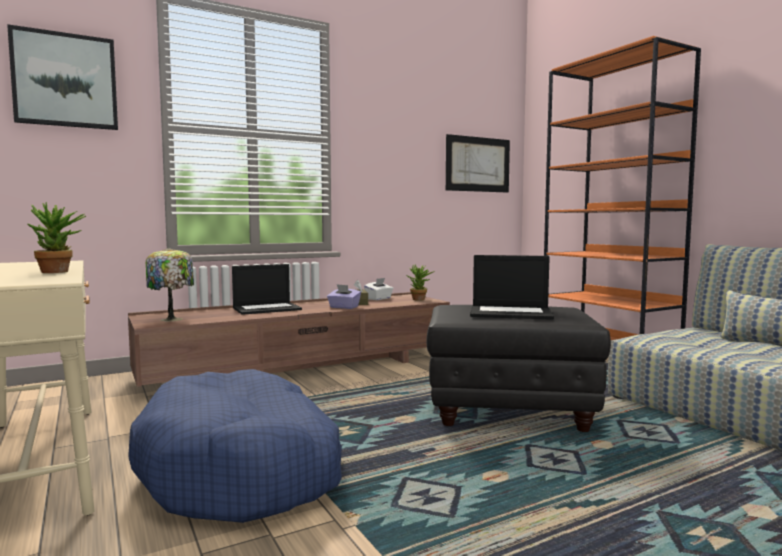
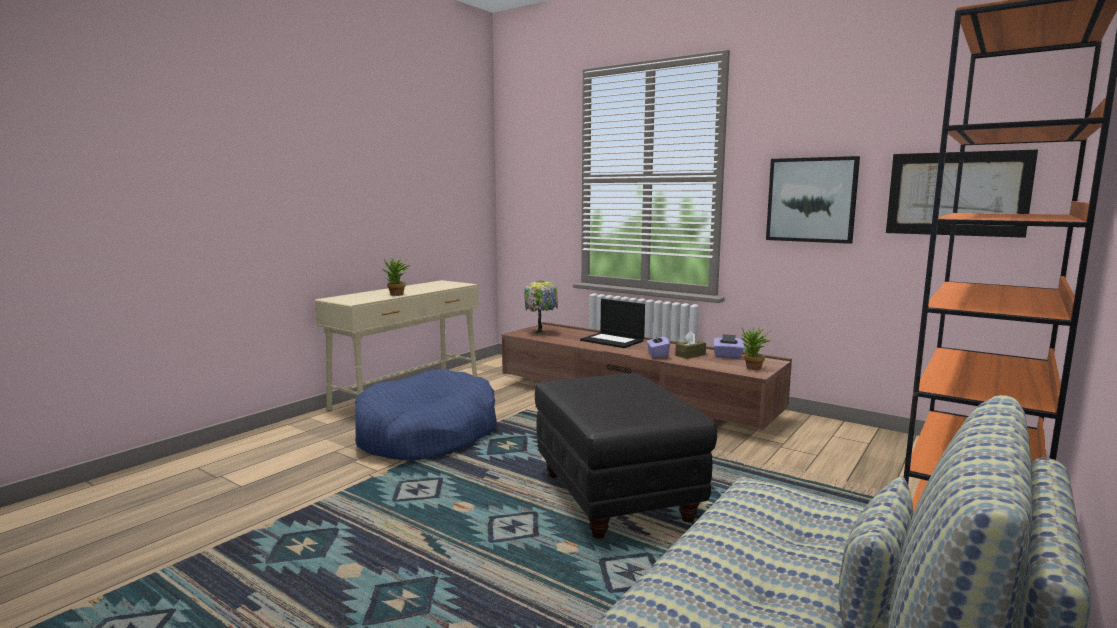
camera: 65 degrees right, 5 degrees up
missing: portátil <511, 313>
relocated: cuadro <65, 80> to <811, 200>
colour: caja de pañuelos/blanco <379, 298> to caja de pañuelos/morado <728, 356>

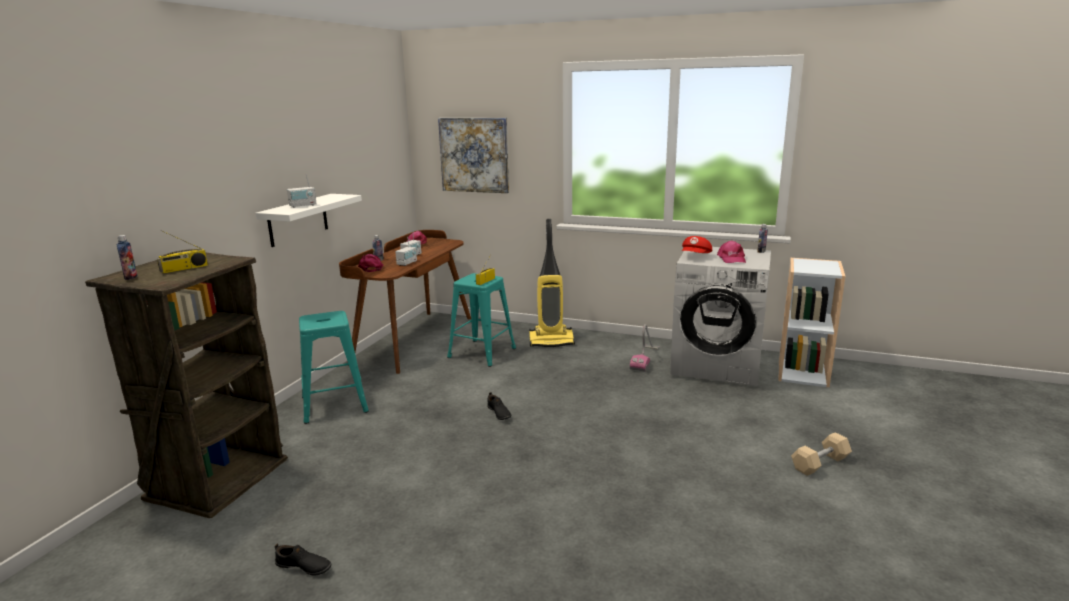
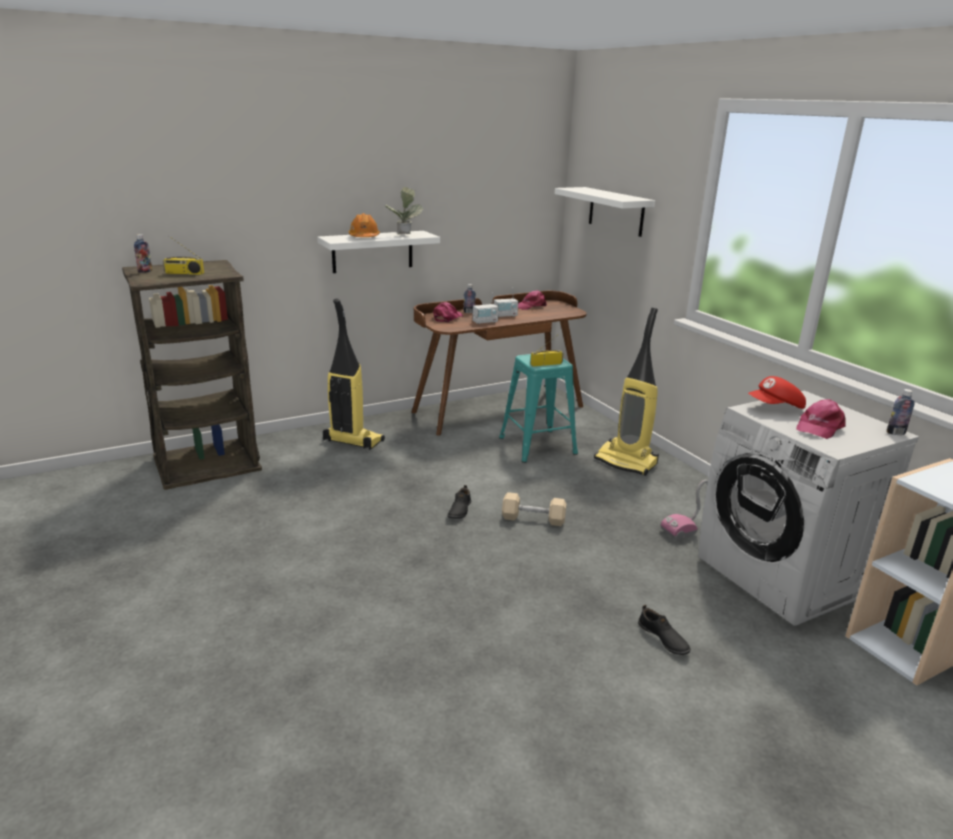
camera: 40 degrees right, 5 degrees up
appeared: planta en maceta <404, 236>
relocated: mancuerna/beis <820, 463> to <533, 519>; zapato/negro <303, 567> to <663, 639>
exchanged: cuadro <474, 155> to estante/blanco <616, 211>; radio <303, 206> to casco/naranja <364, 237>; taburete/turquesa <334, 404> to aspiradora <352, 441>

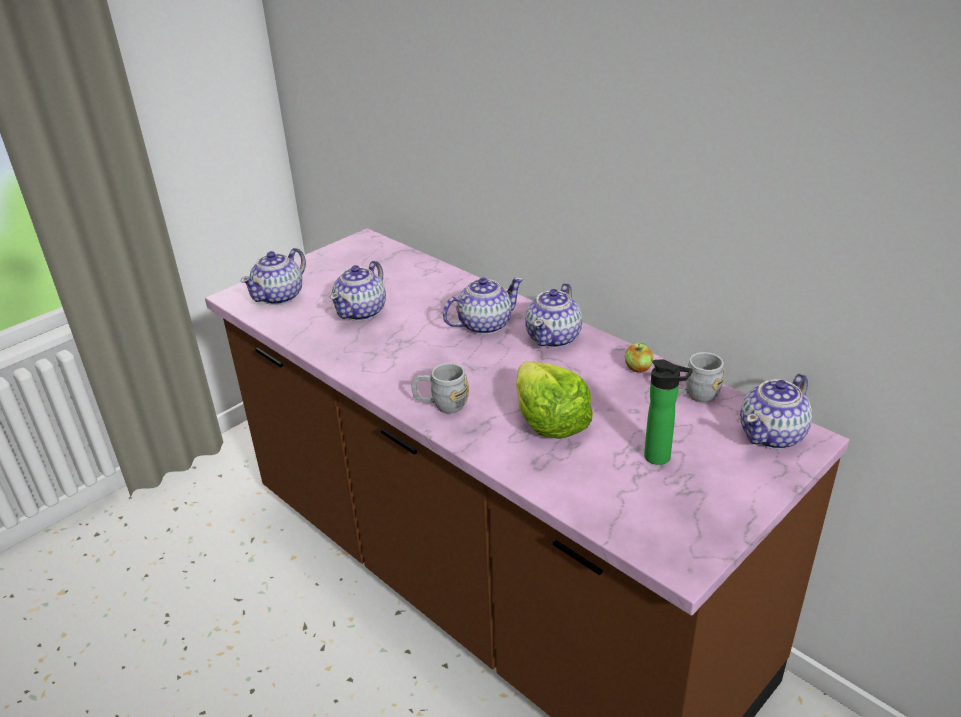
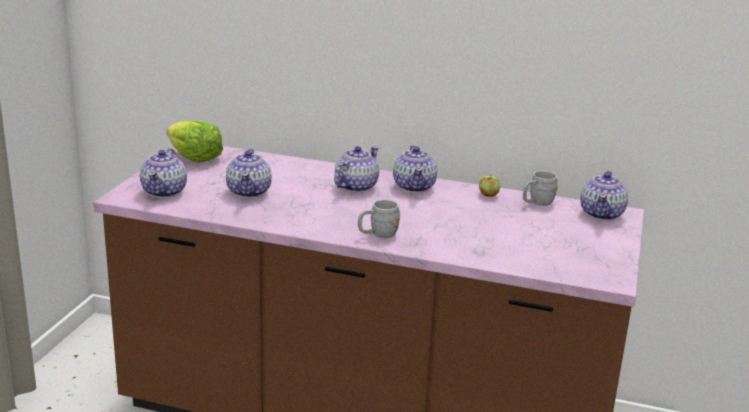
camera: 30 degrees left, 10 degrees down
missing: botella <661, 458>
relocated: lechuga <549, 421> to <194, 158>

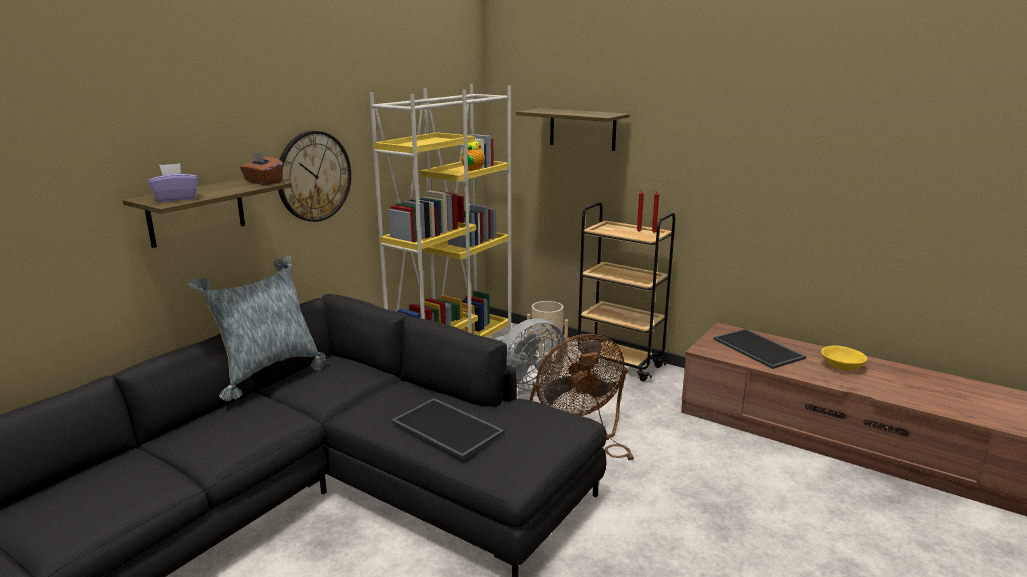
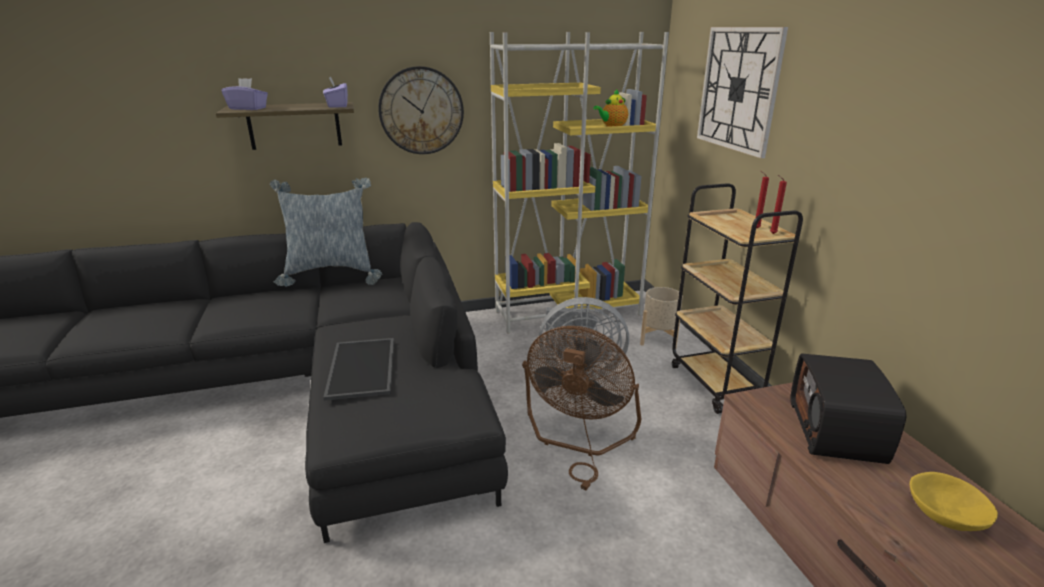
camera: 40 degrees right, 5 degrees up
exchanged: estante <582, 129> to reloj de pared <738, 89>; bandeja <759, 348> to radio <837, 431>
colour: caja de pañuelos/marrón <263, 182> to caja de pañuelos/morado <337, 106>

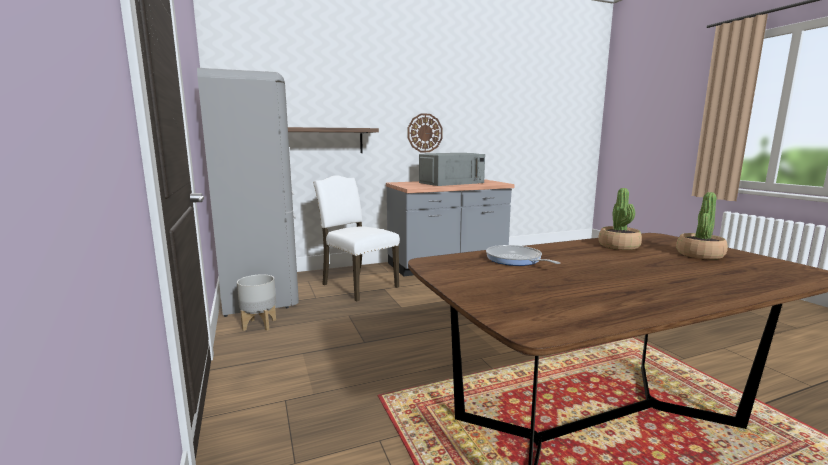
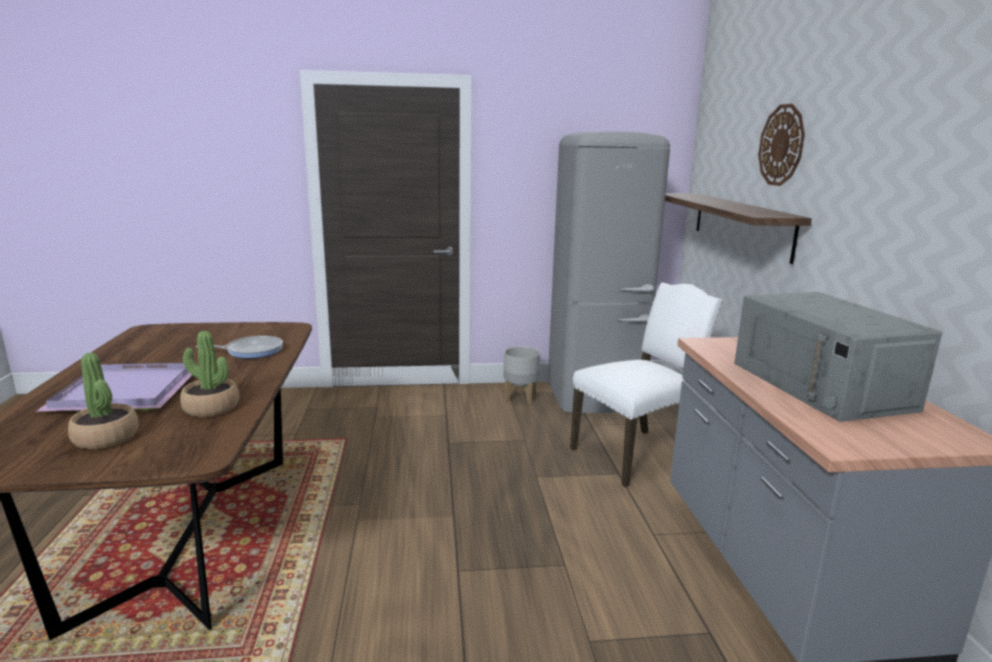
camera: 105 degrees right, 5 degrees up
appeared: bandeja/morado <127, 392>
relocated: reloj de pared <424, 133> to <781, 145>

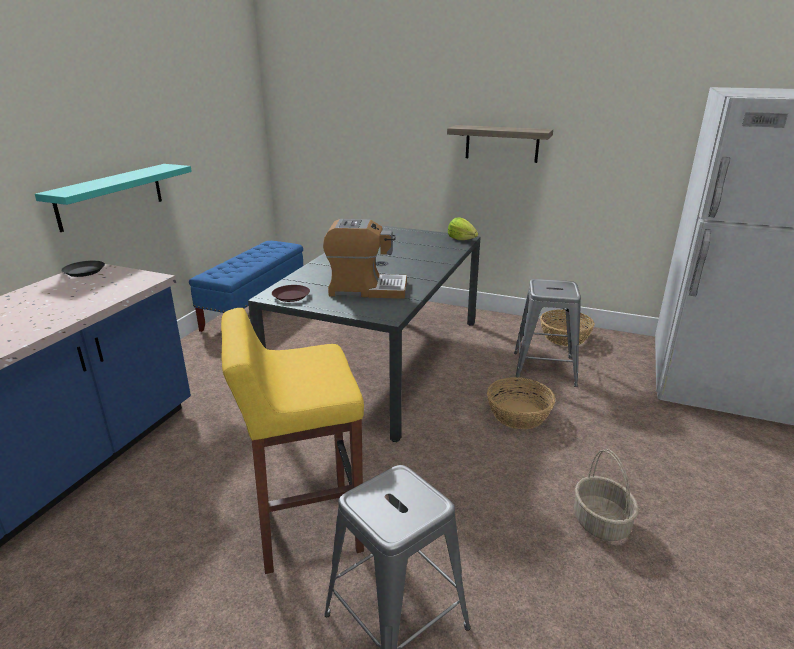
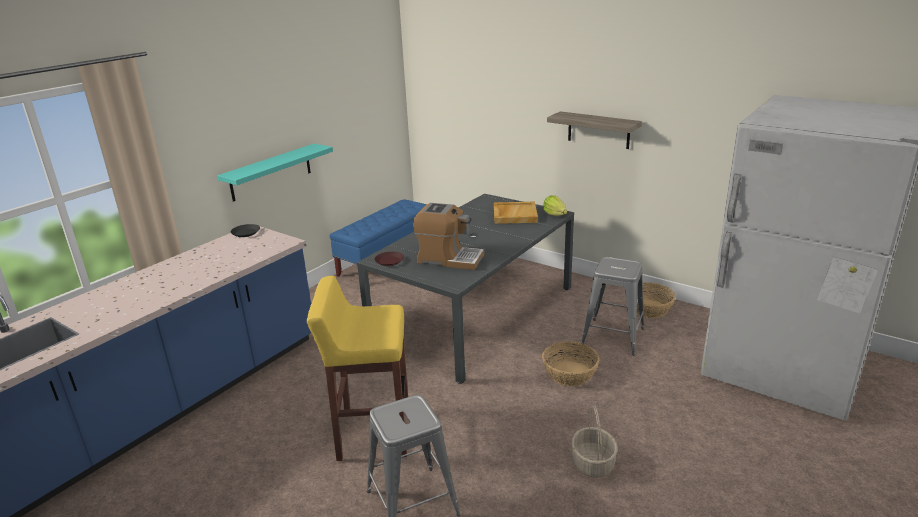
camera: 15 degrees right, 0 degrees up
appeared: bandeja/beis <514, 214>

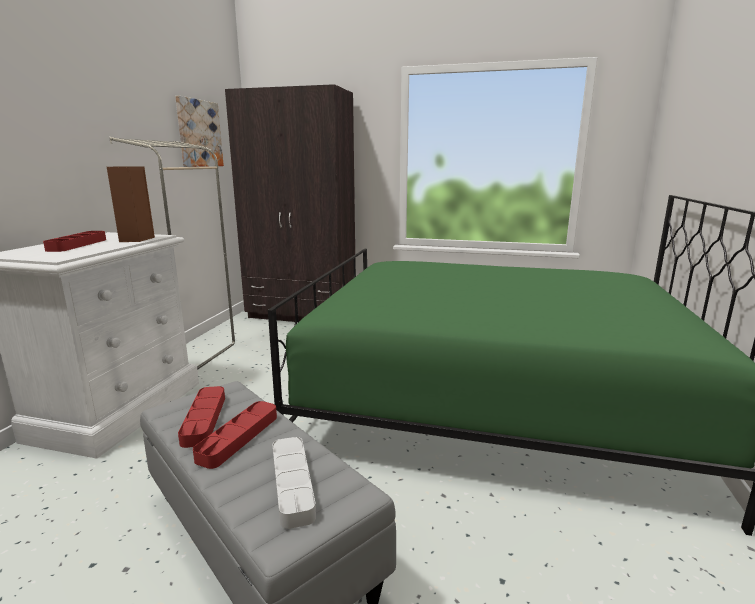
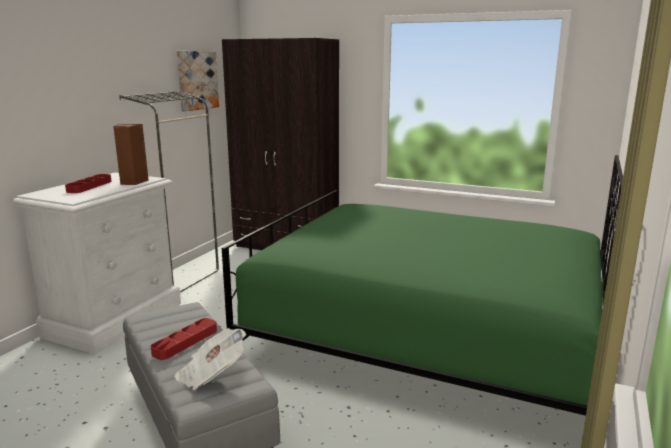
camera: 10 degrees right, 0 degrees up
missing: bandeja/rojo <204, 419>
exchanged: bandeja/gris <292, 484> to periódico <211, 374>

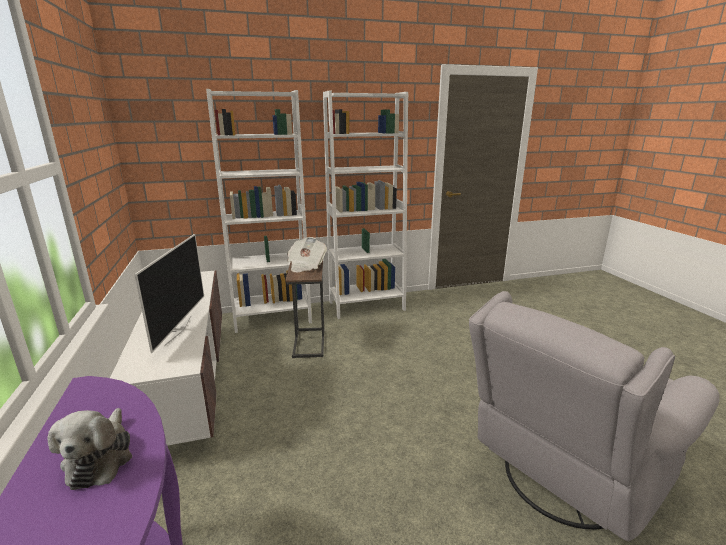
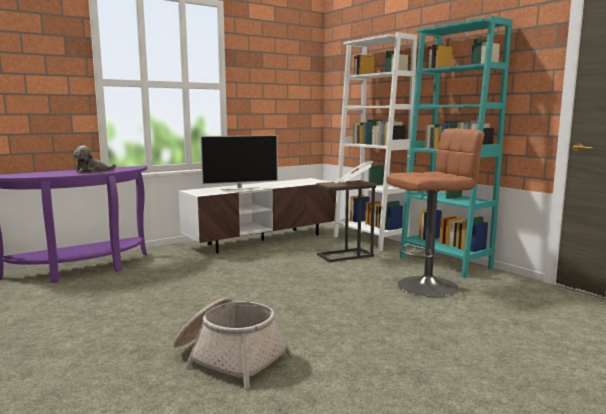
camera: 70 degrees right, 10 degrees down
appeared: taburete/marrón <428, 286>
exchanged: sillón/gris <565, 476> to cesta <229, 358>
colour: estantería/blanco <366, 306> to estantería/turquesa <444, 262>

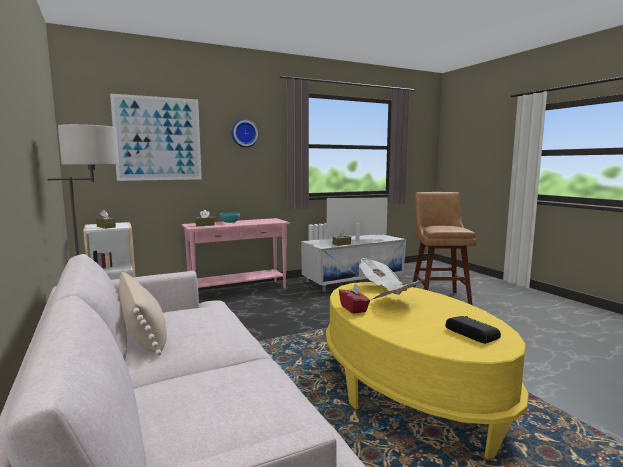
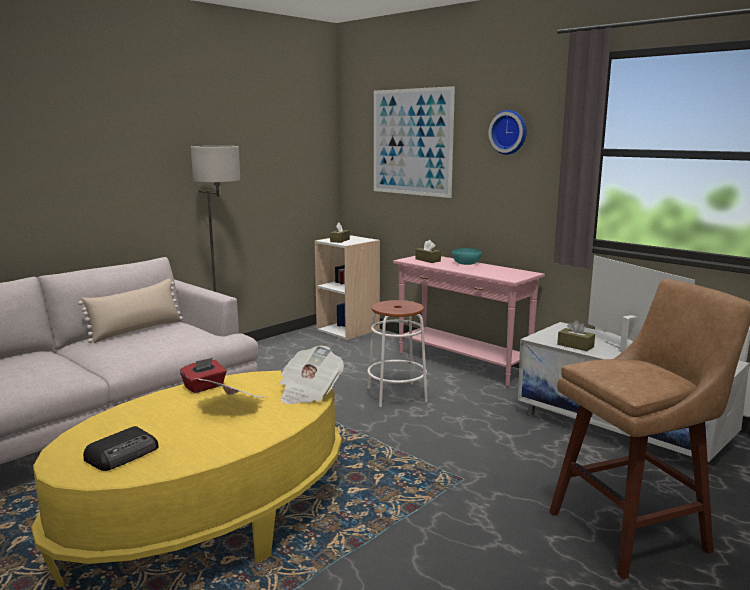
camera: 70 degrees right, 5 degrees up
appeared: taburete/blanco <396, 394>

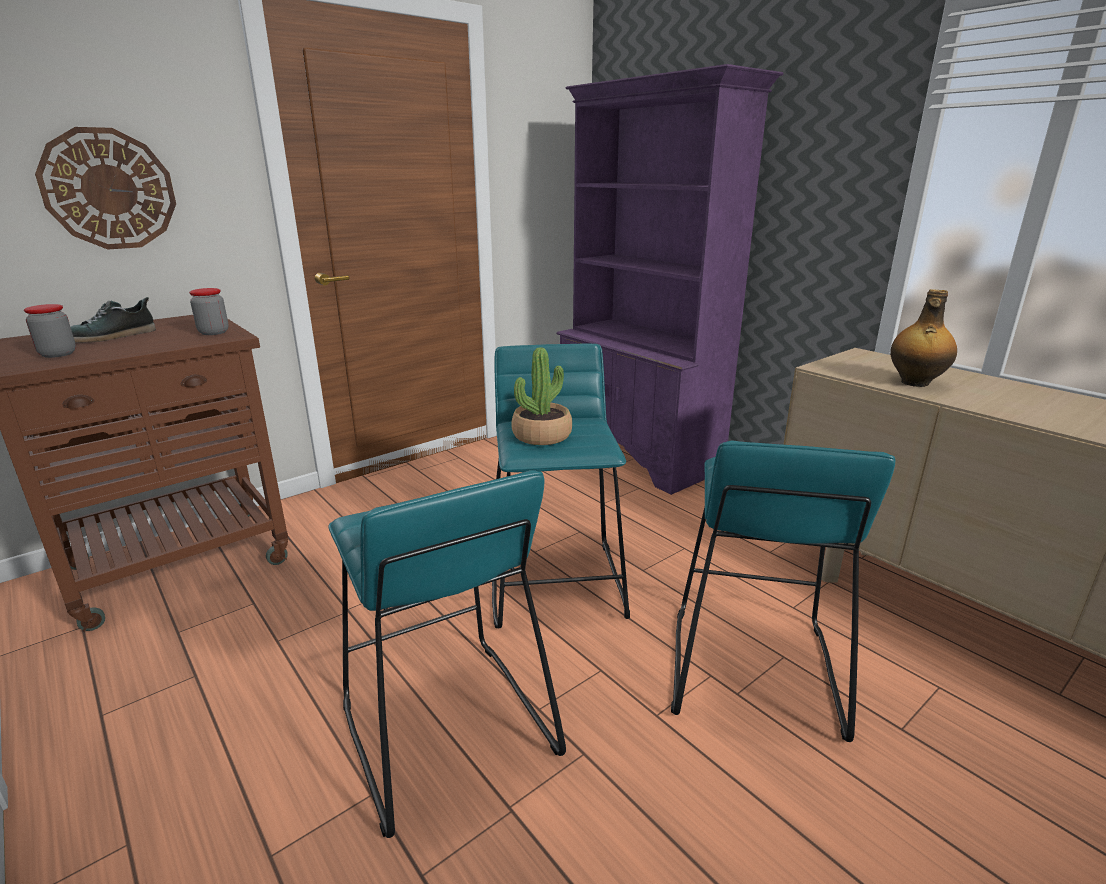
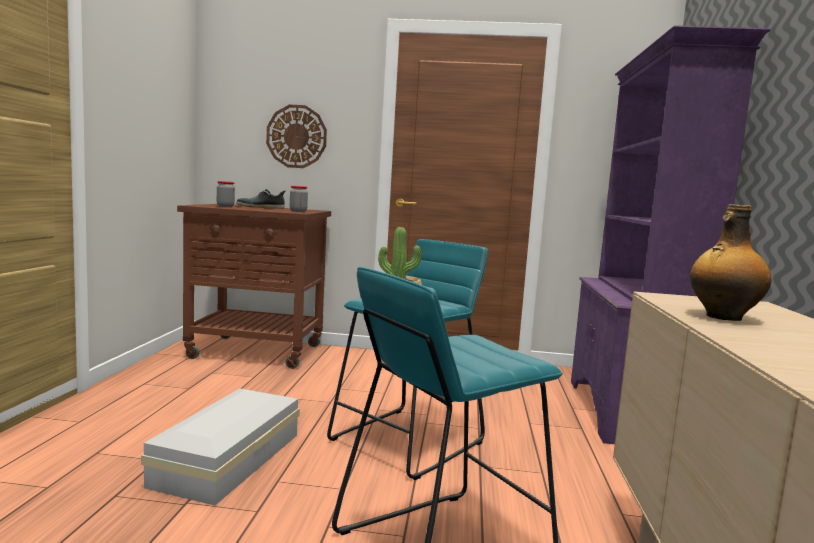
camera: 45 degrees right, 15 degrees down
exchanged: taburete/turquesa <445, 729> to caja de almacenaje/blanco <225, 459>

